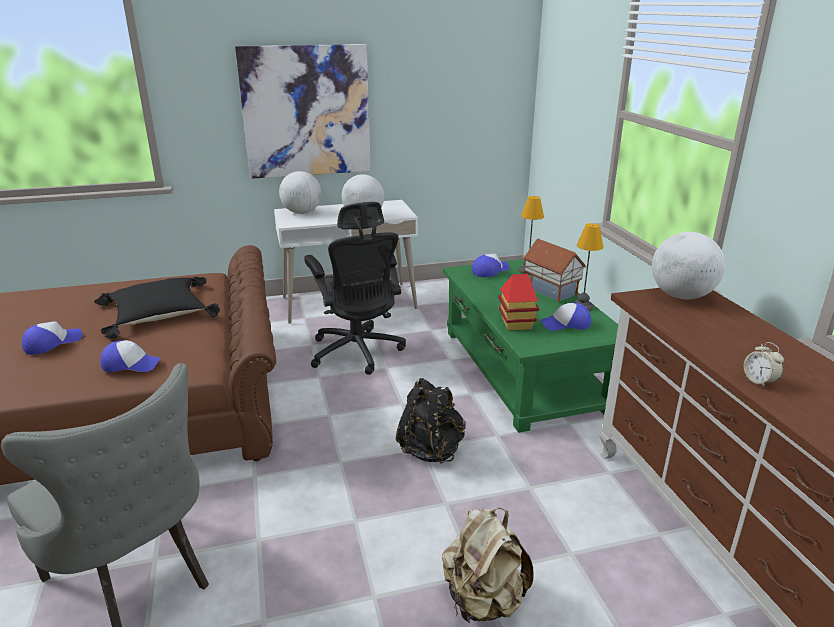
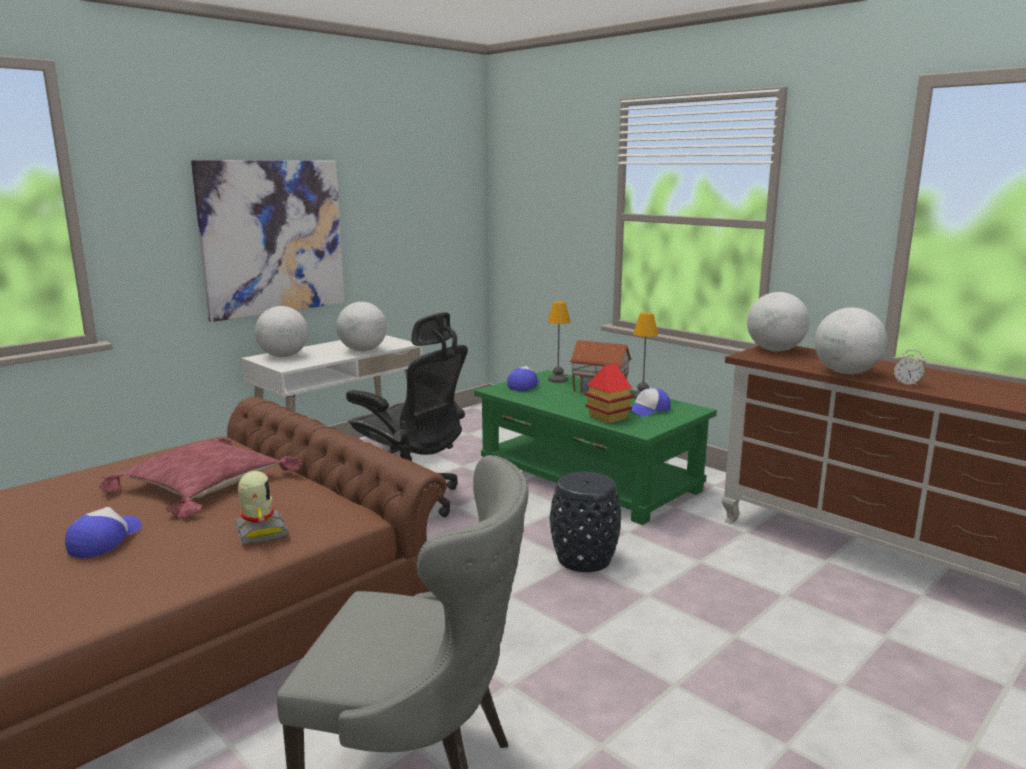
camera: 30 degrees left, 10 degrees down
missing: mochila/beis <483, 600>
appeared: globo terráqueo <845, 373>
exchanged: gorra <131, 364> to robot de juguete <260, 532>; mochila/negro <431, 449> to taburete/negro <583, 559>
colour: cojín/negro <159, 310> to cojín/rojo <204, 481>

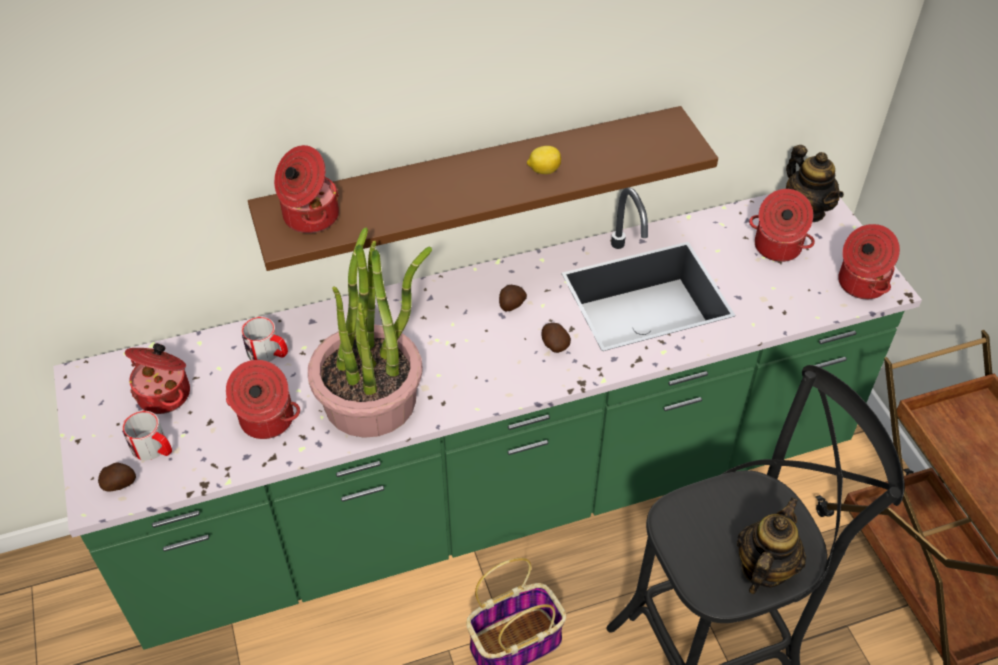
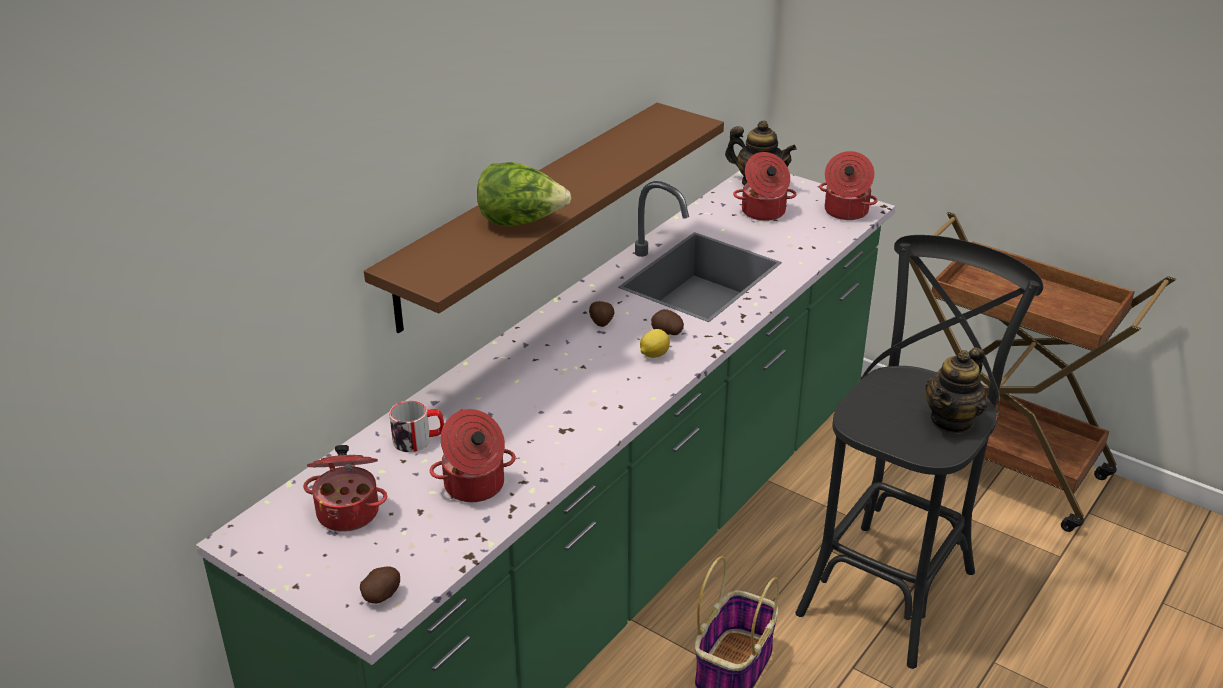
camera: 35 degrees left, 15 degrees down
missing: olla <309, 216>; planta en maceta <371, 399>; taza grande <154, 448>
appeared: lechuga <521, 222>
relocated: limón <543, 170> to <653, 355>
spun: tetera <763, 568> = <952, 421> 135 degrees counterclockwise

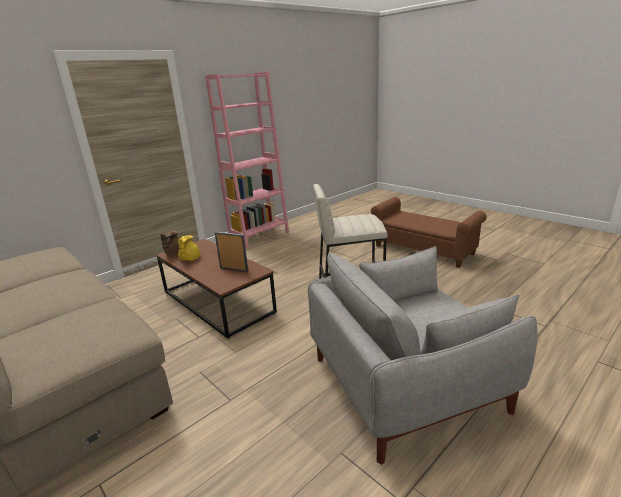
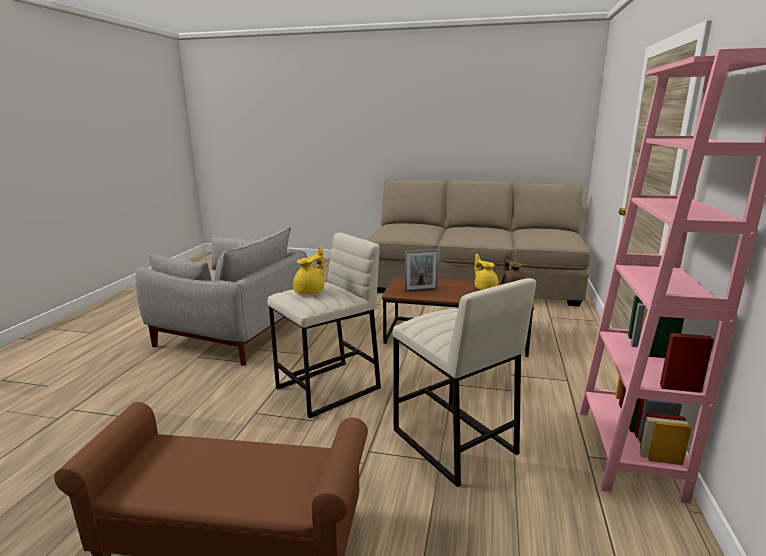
camera: 145 degrees right, 5 degrees down
appeared: tetera/amarillo <310, 291>; taburete/beis <454, 441>
spun: sillón/gris <406, 383> = <233, 332> 75 degrees clockwise

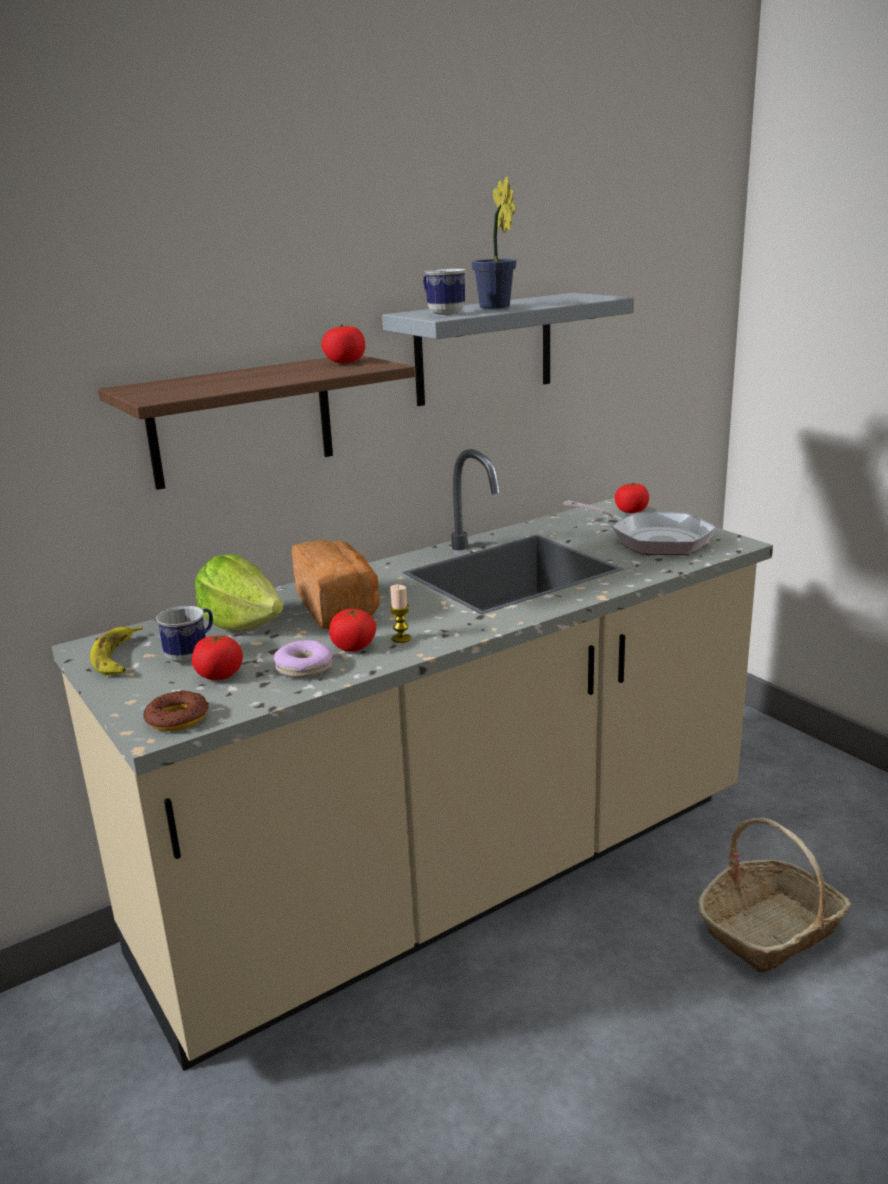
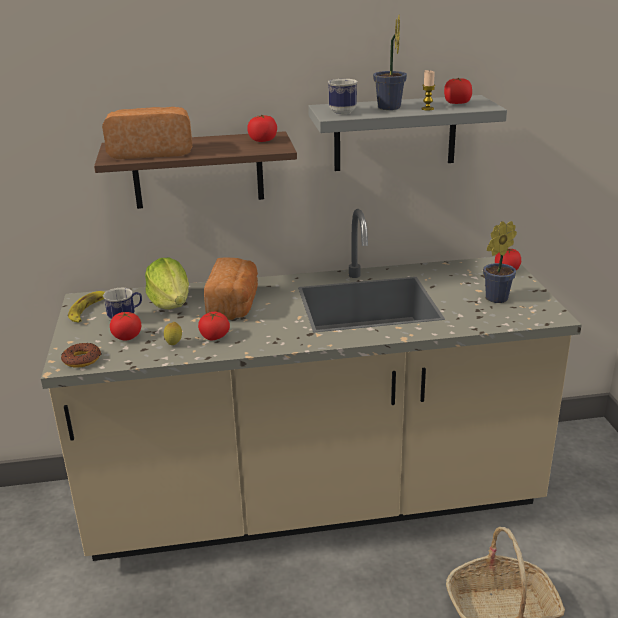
camera: 25 degrees right, 5 degrees up
appeared: tomate <457, 103>; pan <151, 152>
relocated: vela <401, 639> to <427, 109>
exchanged: sartén <653, 539> to planta en maceta <494, 299>; rosquilla <304, 668> to limón <174, 344>

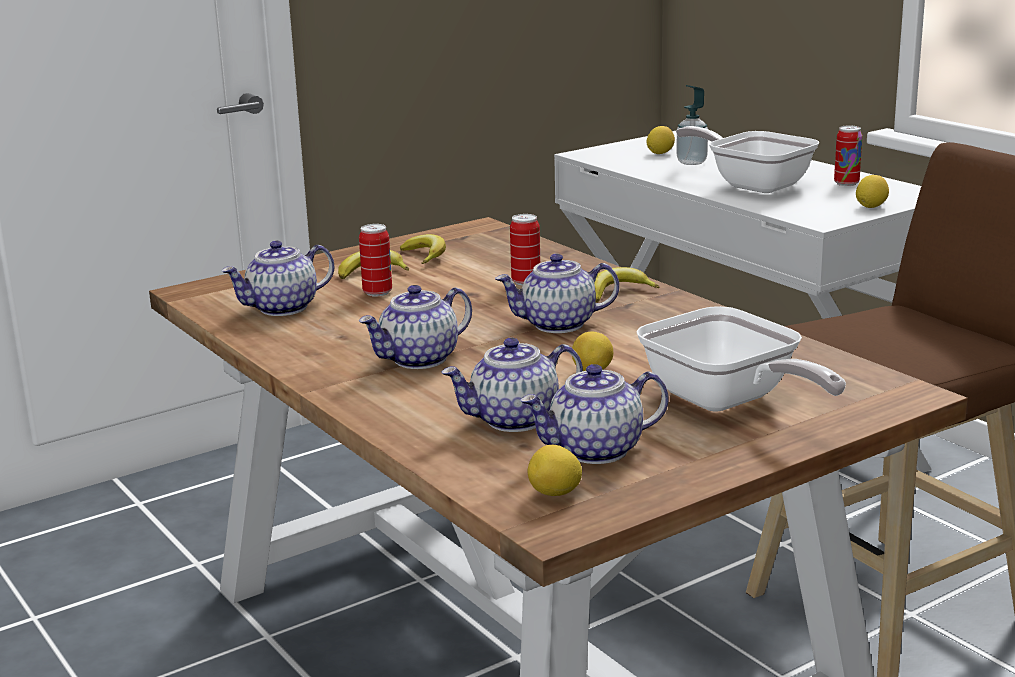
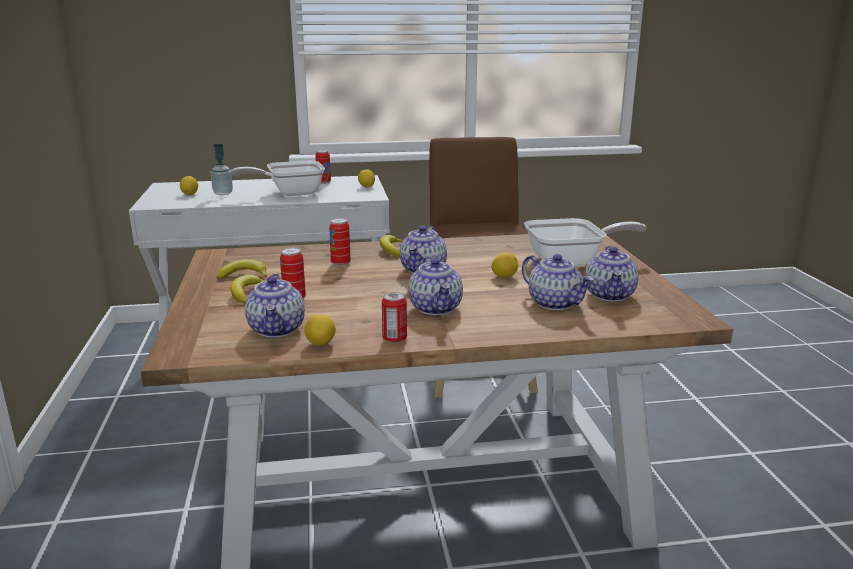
camera: 65 degrees left, 0 degrees up
appeared: lata <394, 339>
relocated: limón <555, 494> to <321, 344>
spun: tetera <514, 420> = <555, 303> 45 degrees counterclockwise

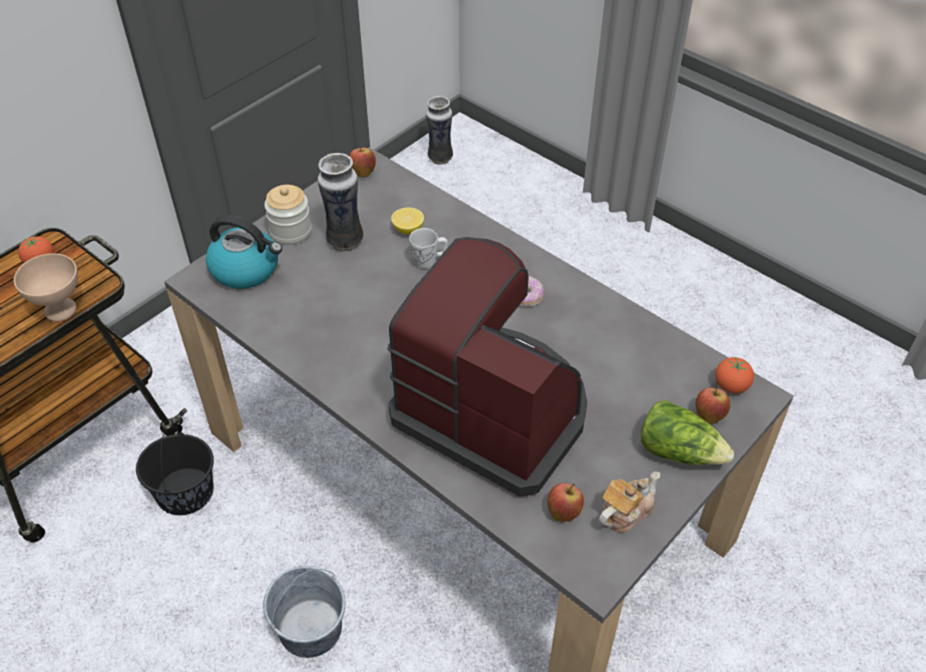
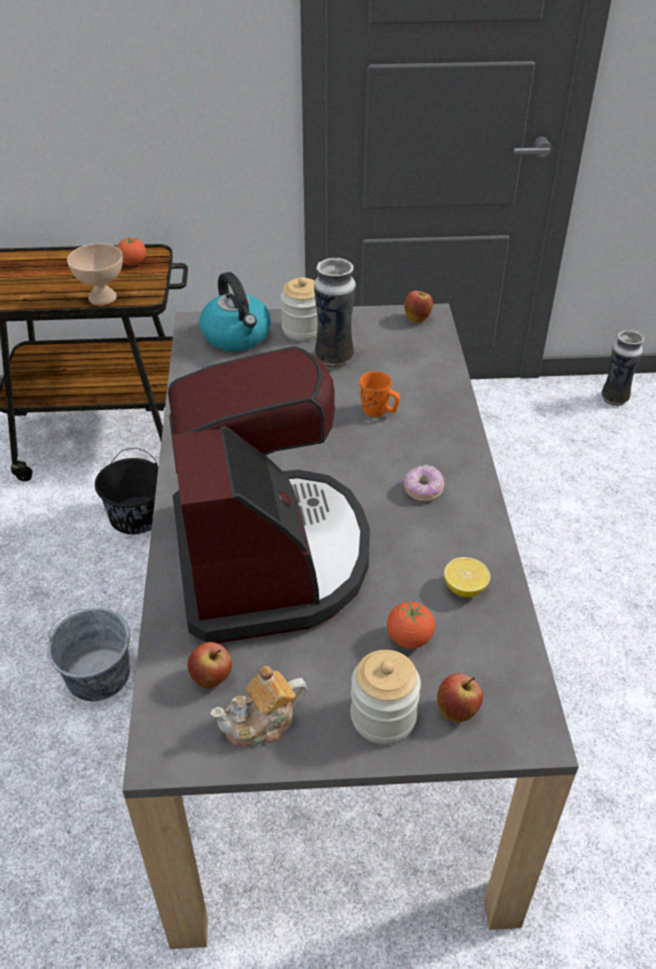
camera: 45 degrees right, 5 degrees down
relocated: limón <408, 229> to <464, 588>; tomate <731, 386> to <409, 638>
exchanged: lechuga <679, 451> to tarro <383, 716>
colour: taza grande/blanco <429, 261> to taza grande/naranja <379, 412>
spun: tetera <625, 511> = <261, 723> 150 degrees clockwise

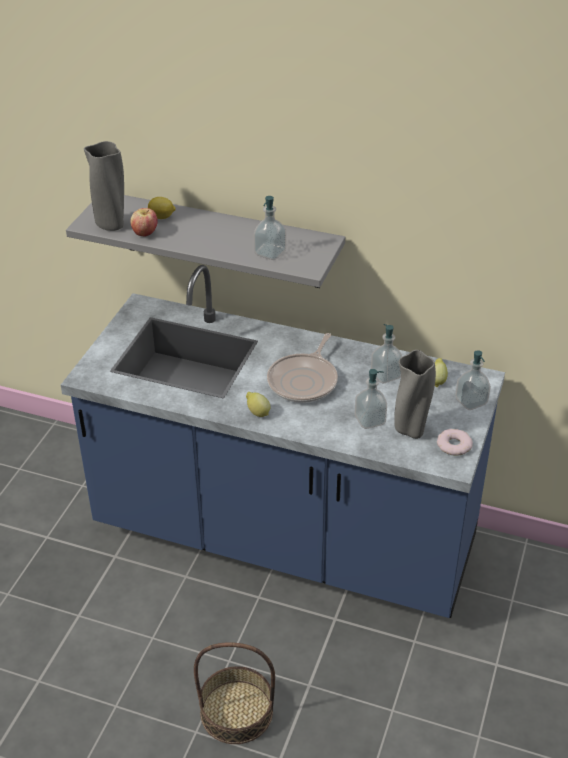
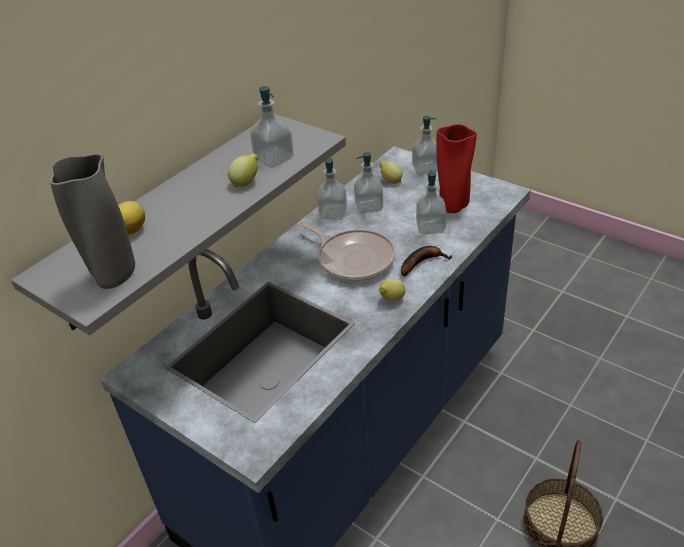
camera: 70 degrees left, 0 degrees up
missing: manzana <145, 233>; rosquilla <454, 445>
appeared: limón <246, 182>; dispensador de jabón <333, 213>; plátano <422, 262>
colour: florero/gris <410, 430> to florero/rojo <452, 207>

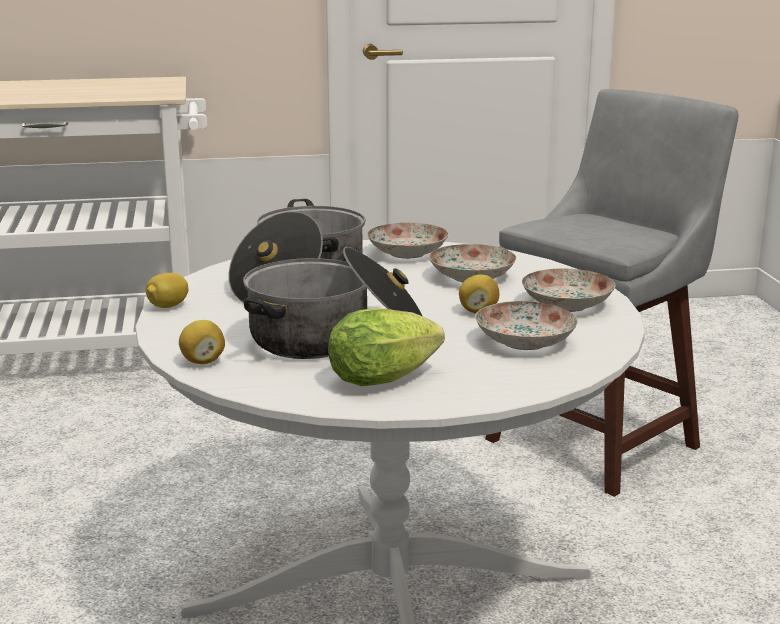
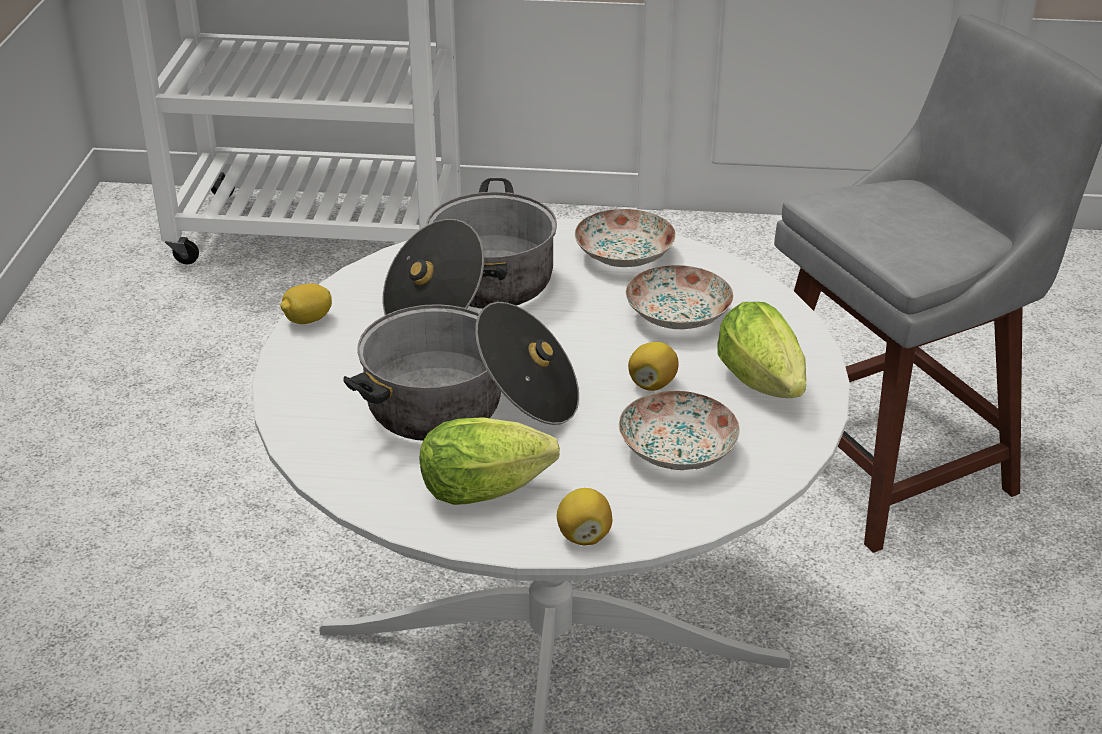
camera: 15 degrees right, 15 degrees up
relocated: limón <202, 361> to <583, 535>
exchanged: plato <566, 304> to lechuga <765, 386>

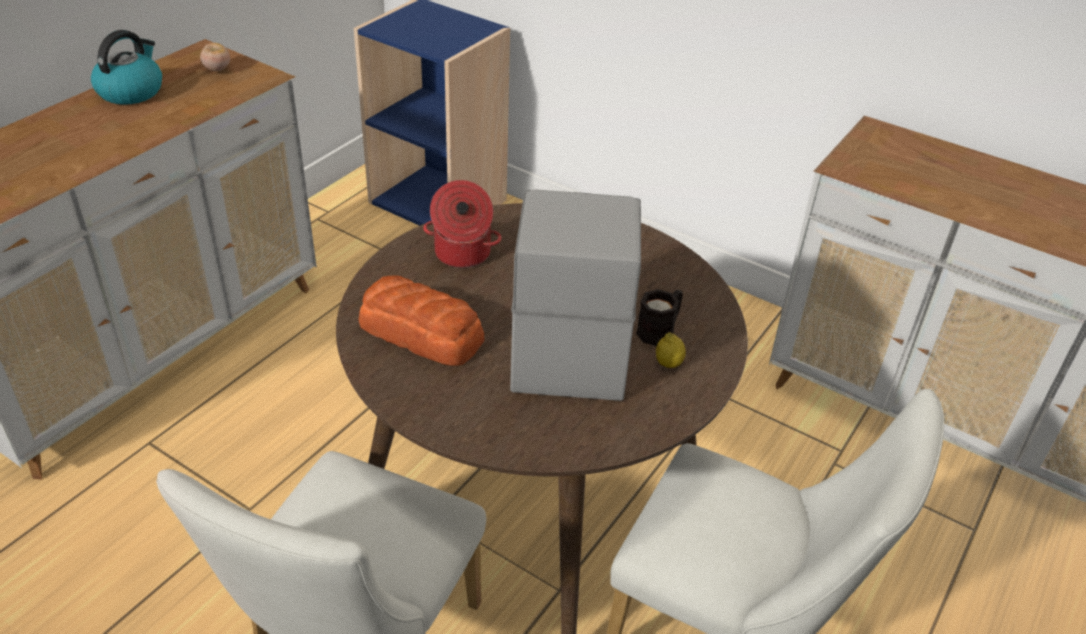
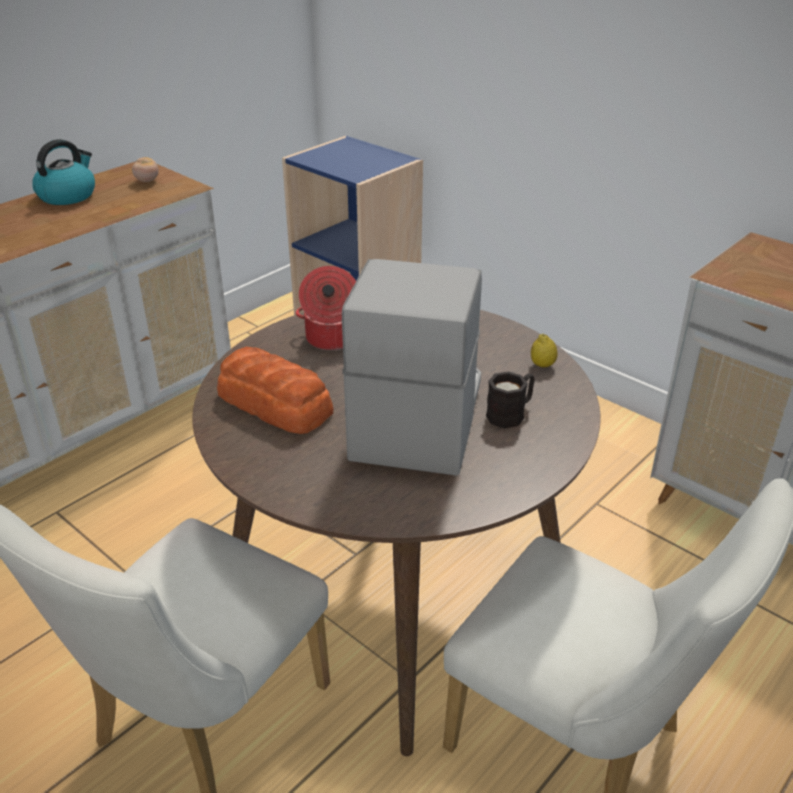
camera: 10 degrees right, 5 degrees down
relocated: limón <668, 364> to <542, 365>

